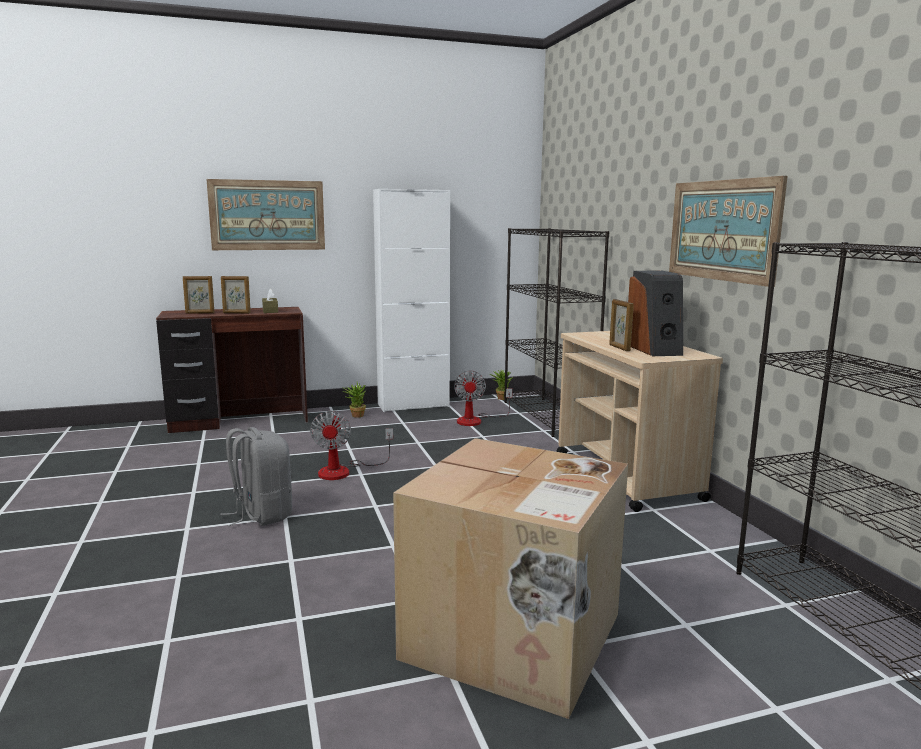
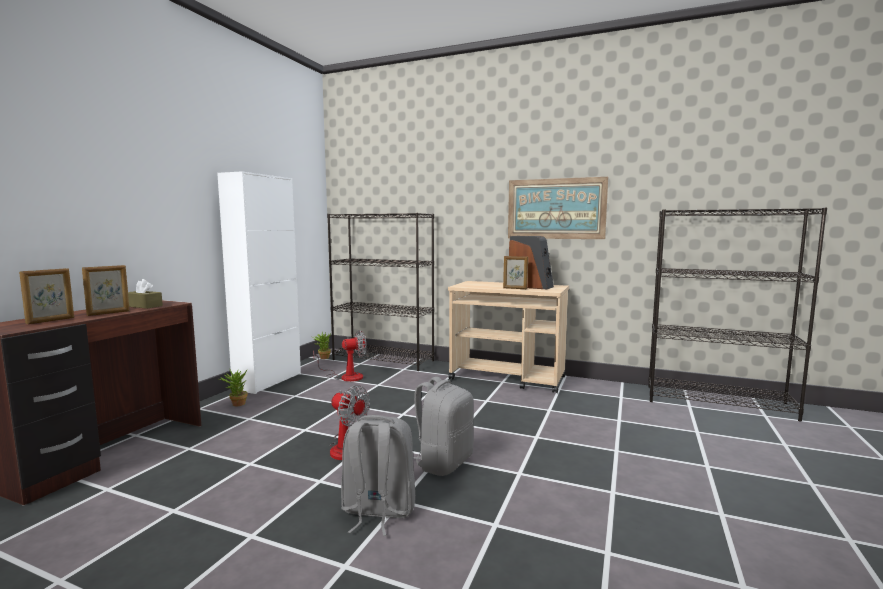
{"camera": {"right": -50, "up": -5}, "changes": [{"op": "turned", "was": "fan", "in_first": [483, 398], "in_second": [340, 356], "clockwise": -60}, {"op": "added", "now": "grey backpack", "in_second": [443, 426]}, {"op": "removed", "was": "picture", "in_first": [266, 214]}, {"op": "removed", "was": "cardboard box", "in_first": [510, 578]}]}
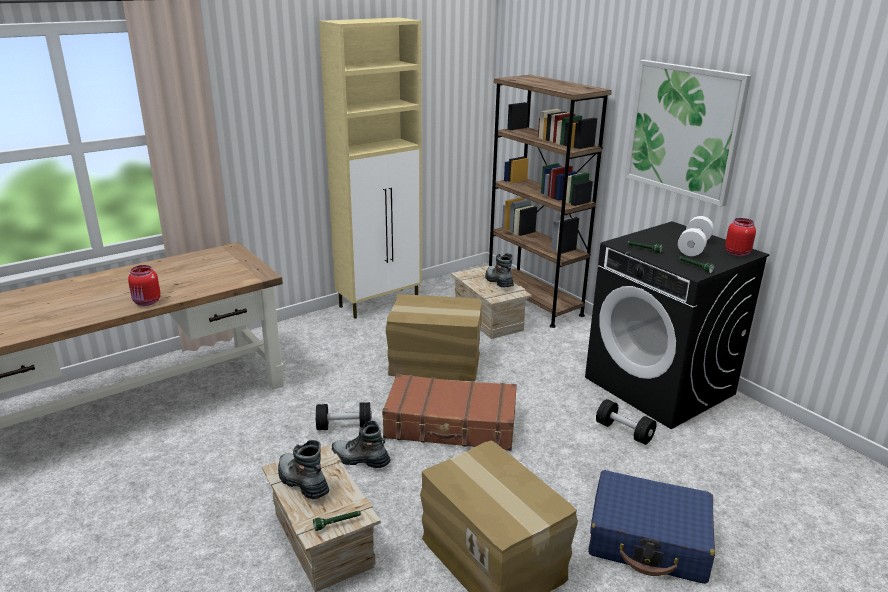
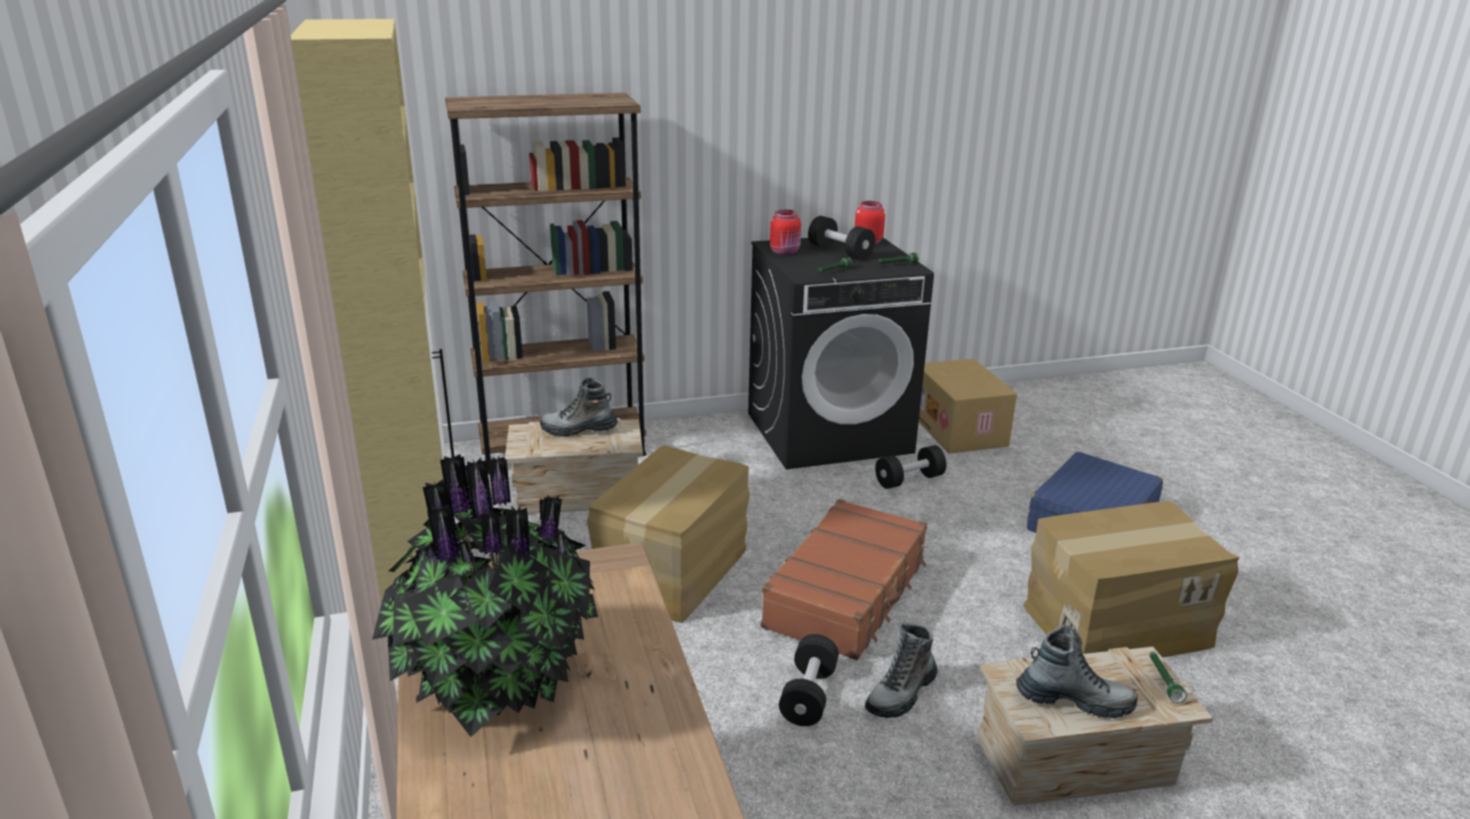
{"camera": {"right": -70, "up": 0}, "changes": [{"op": "added", "now": "potted plant", "in_second": [485, 595]}, {"op": "moved", "was": "red jar", "in_first": [144, 285], "in_second": [785, 232]}, {"op": "recoloured", "was": "white dumbbell", "now": "black dumbbell", "in_first": [696, 236], "in_second": [841, 238]}, {"op": "added", "now": "cardboard box", "in_second": [968, 406]}, {"op": "turned", "was": "boot", "in_first": [303, 469], "in_second": [1077, 671], "clockwise": -150}, {"op": "removed", "was": "picture", "in_first": [688, 133]}]}
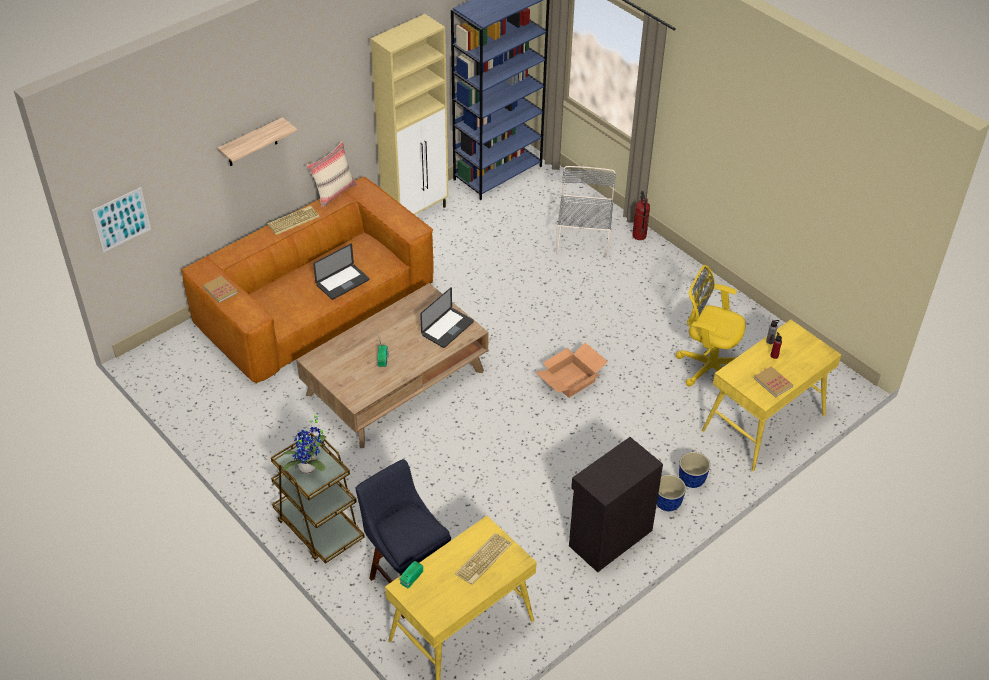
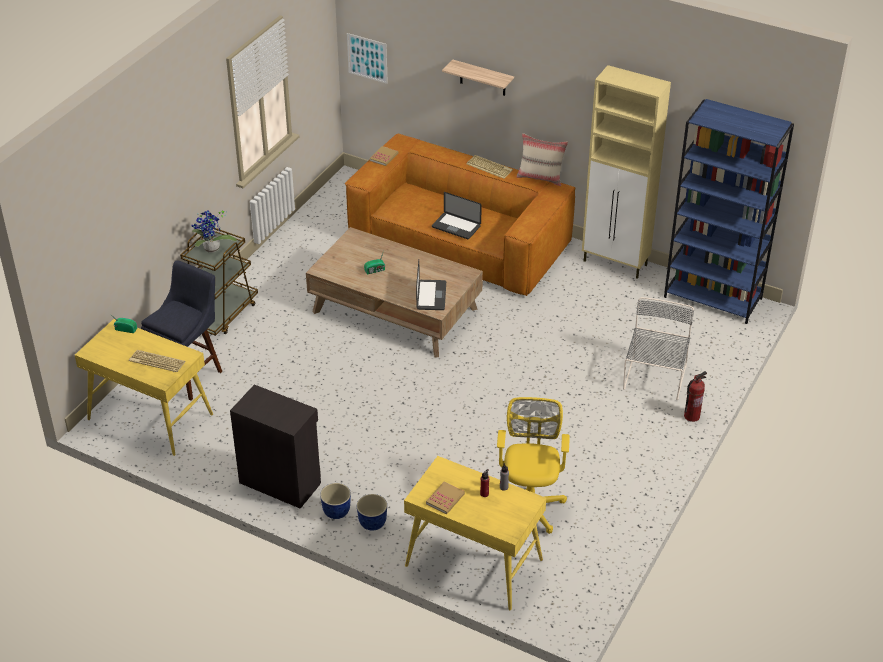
{"camera": {"right": 70, "up": -5}, "changes": [{"op": "turned", "was": "laptop", "in_first": [447, 317], "in_second": [431, 285], "clockwise": -105}, {"op": "turned", "was": "grey chair", "in_first": [586, 212], "in_second": [658, 348], "clockwise": -60}, {"op": "removed", "was": "cardboard box", "in_first": [571, 370]}]}
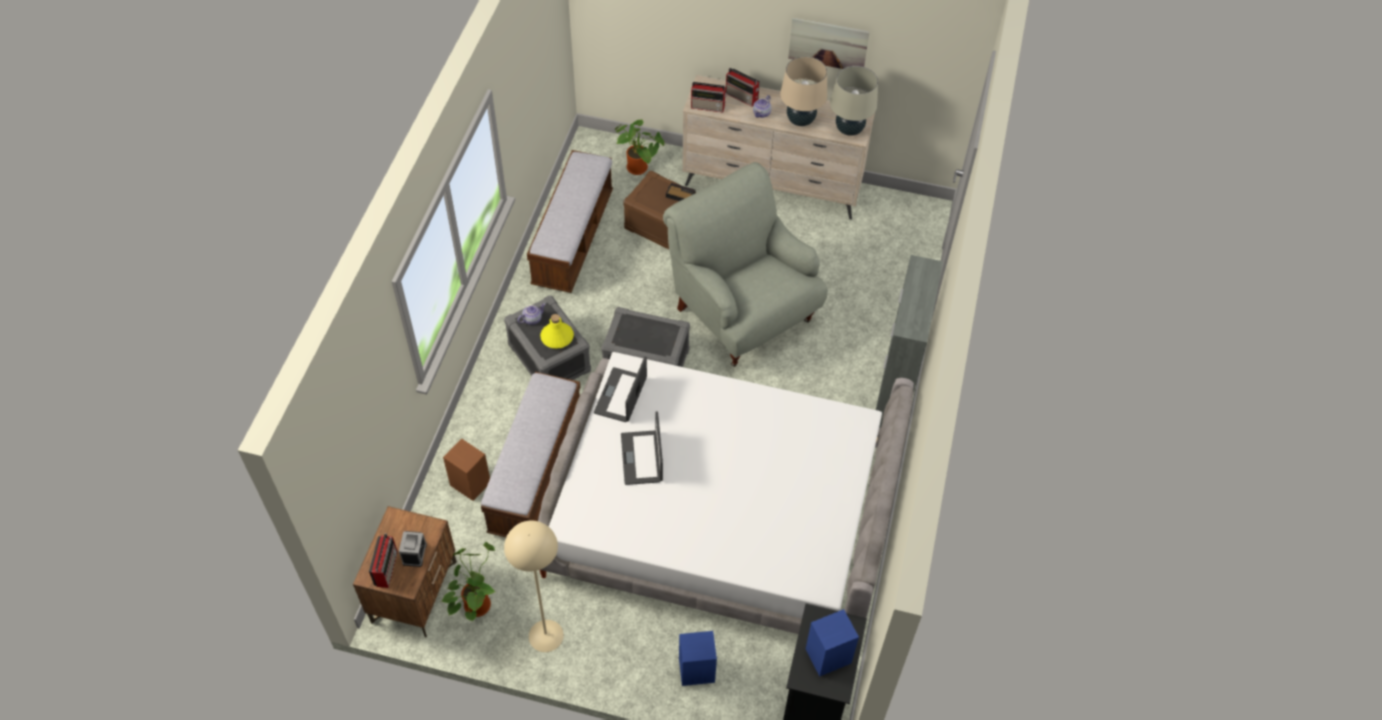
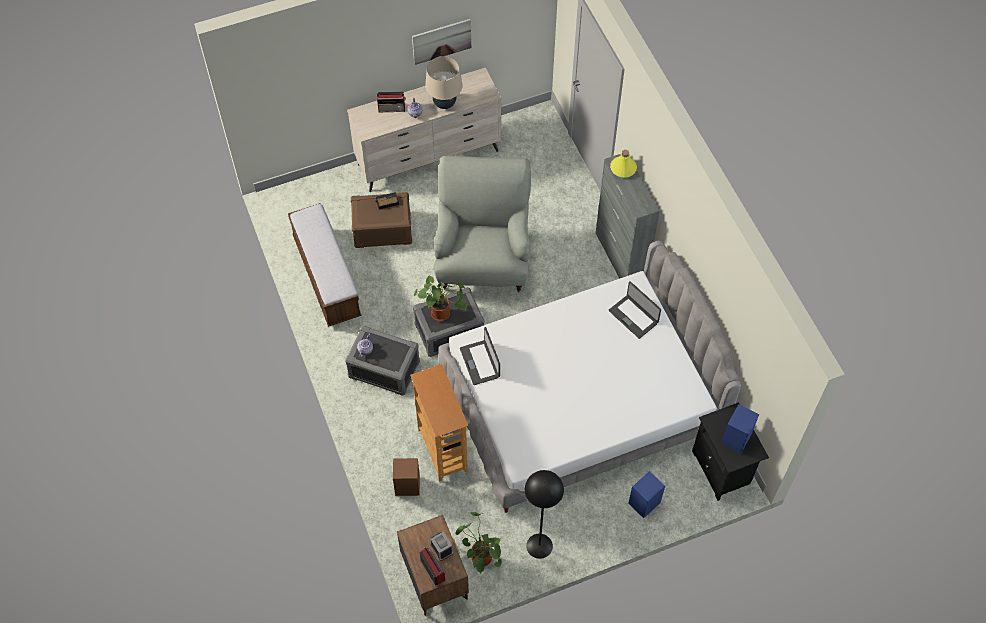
{"camera": {"right": -35, "up": 5}, "changes": [{"op": "replaced", "was": "bench", "now": "bookcase", "in_first": [530, 454], "in_second": [439, 423]}, {"op": "moved", "was": "potted plant", "in_first": [639, 147], "in_second": [440, 298]}, {"op": "turned", "was": "grey armchair", "in_first": [745, 264], "in_second": [482, 224], "clockwise": 75}, {"op": "recoloured", "was": "beige floor lamp", "now": "black floor lamp", "in_first": [534, 586], "in_second": [544, 514]}, {"op": "moved", "was": "laptop", "in_first": [642, 448], "in_second": [634, 310]}, {"op": "moved", "was": "yellow bottle", "in_first": [557, 331], "in_second": [623, 164]}, {"op": "removed", "was": "radio", "in_first": [709, 97]}, {"op": "removed", "was": "beige table lamp", "in_first": [854, 101]}]}
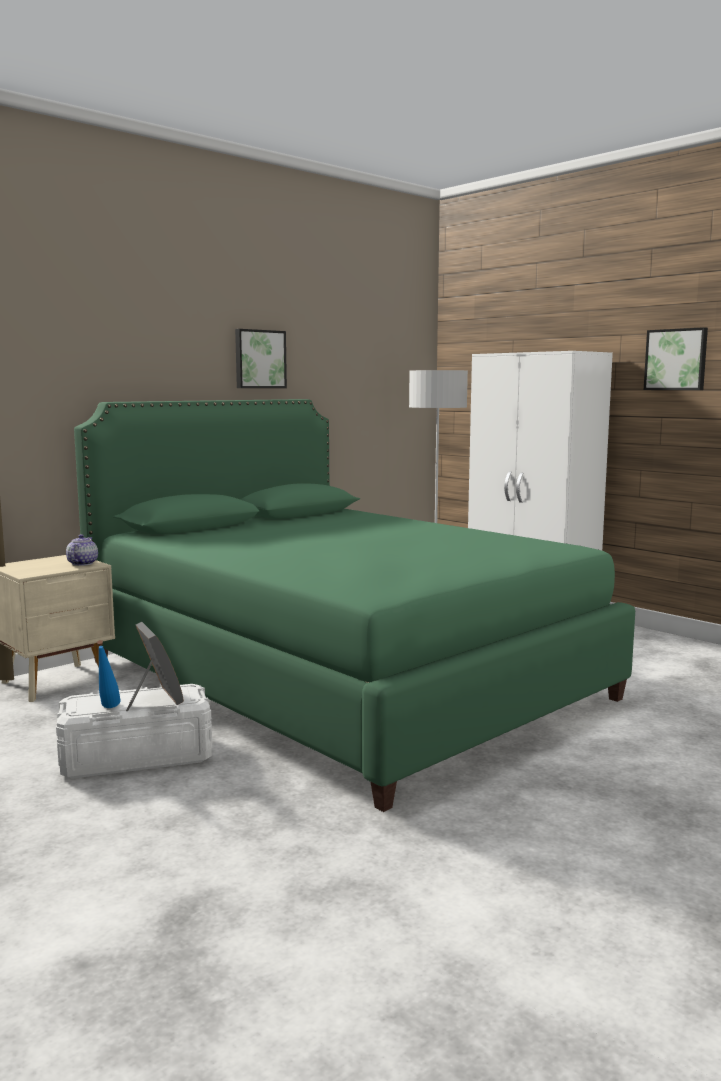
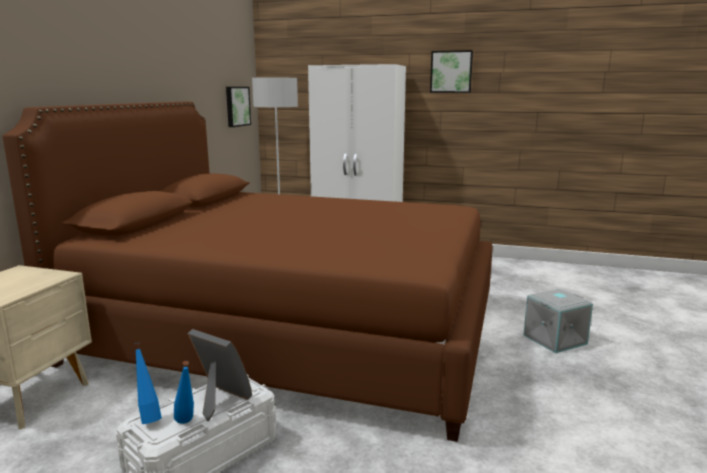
{"camera": {"right": -30, "up": 5}, "changes": [{"op": "recoloured", "was": "green bed", "now": "brown bed", "in_first": [354, 605], "in_second": [248, 272]}, {"op": "added", "now": "blue bottle", "in_second": [148, 383]}, {"op": "moved", "was": "picture", "in_first": [261, 358], "in_second": [238, 107]}, {"op": "added", "now": "grey storage box", "in_second": [558, 321]}, {"op": "removed", "was": "teapot", "in_first": [82, 550]}]}
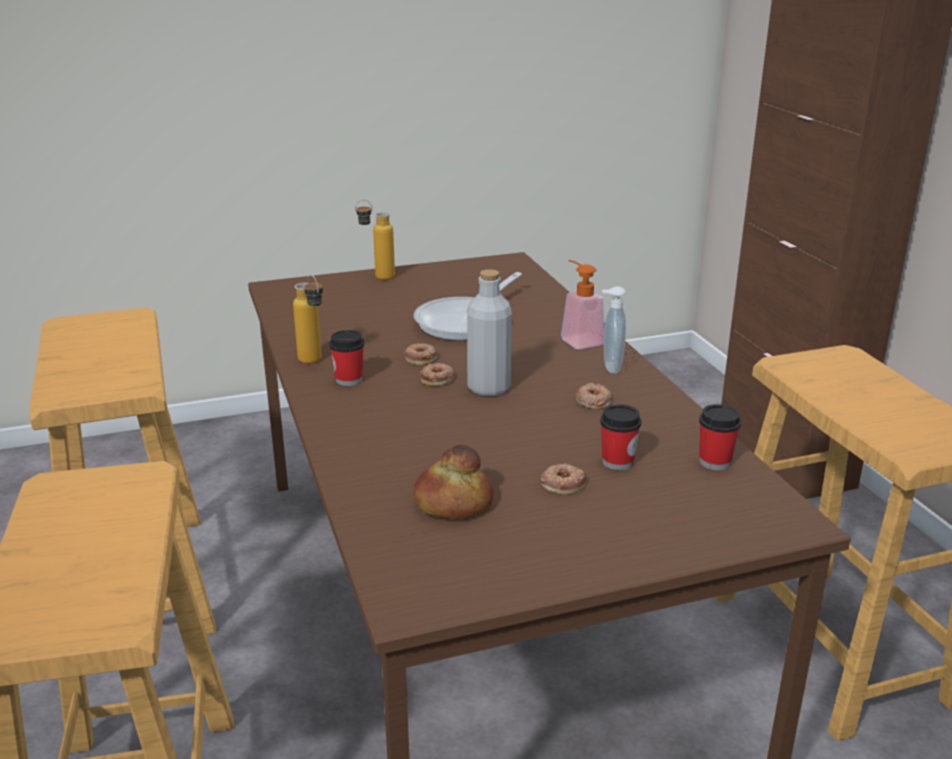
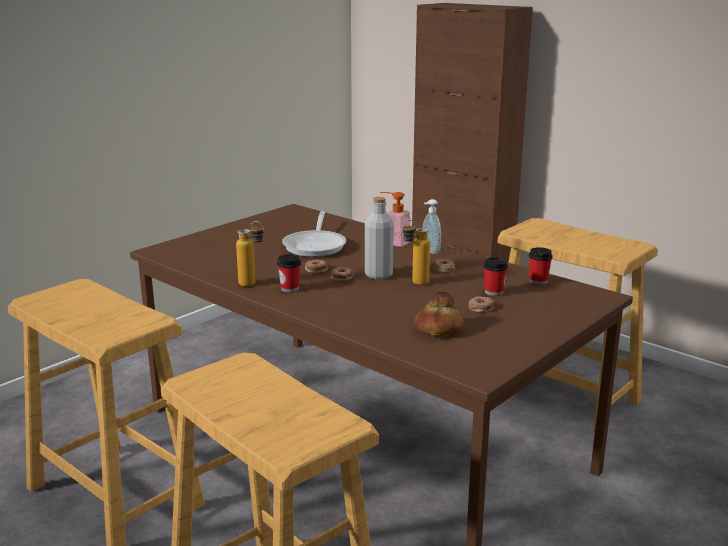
{"camera": {"right": -30, "up": -5}, "changes": [{"op": "moved", "was": "bottle", "in_first": [375, 240], "in_second": [416, 252]}]}
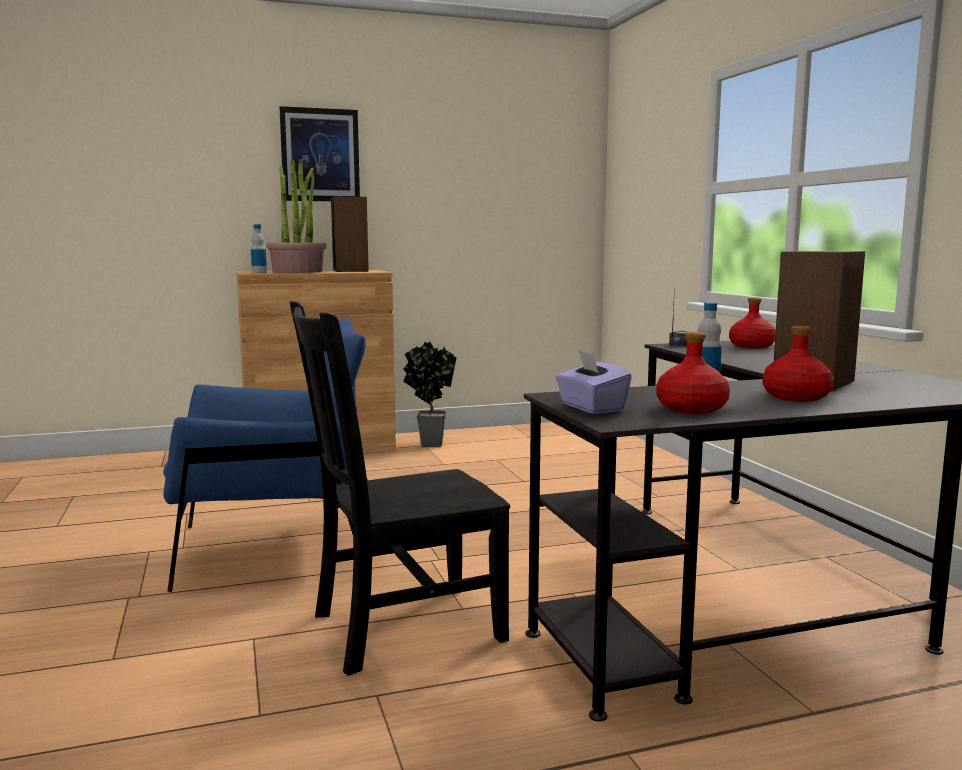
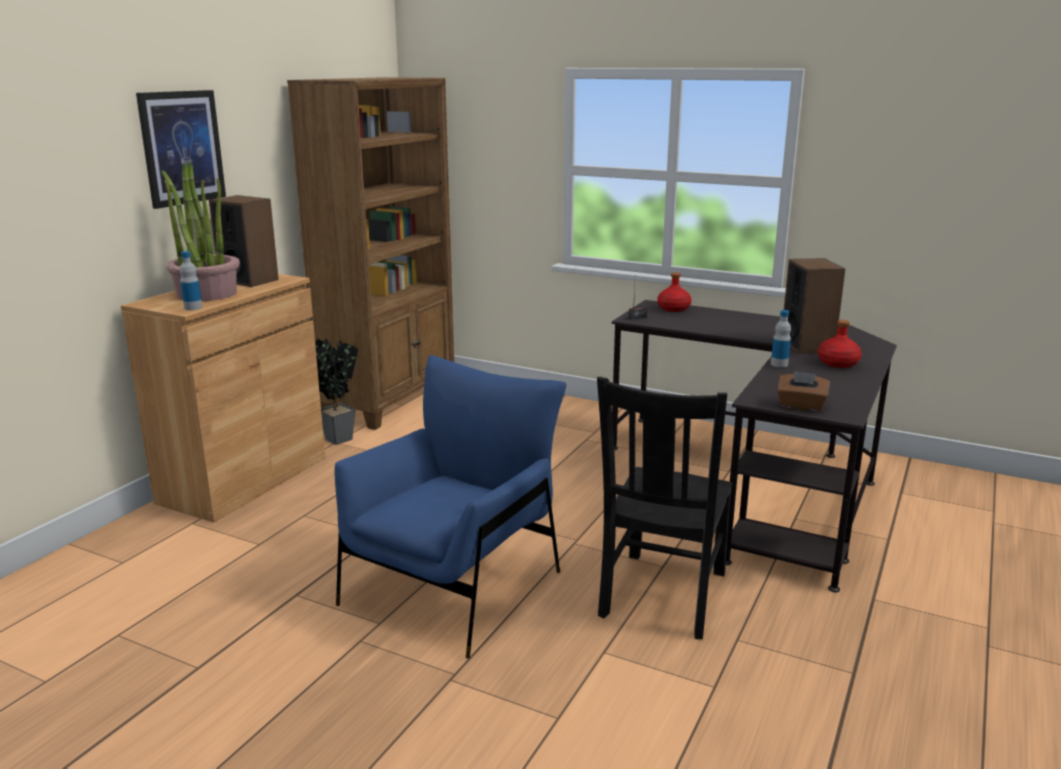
{"camera": {"right": -45, "up": 10}, "changes": [{"op": "added", "now": "brown bookcase", "in_second": [370, 253]}, {"op": "recoloured", "was": "purple tissue box", "now": "brown tissue box", "in_first": [593, 382], "in_second": [803, 391]}, {"op": "removed", "was": "red bottle", "in_first": [693, 373]}]}
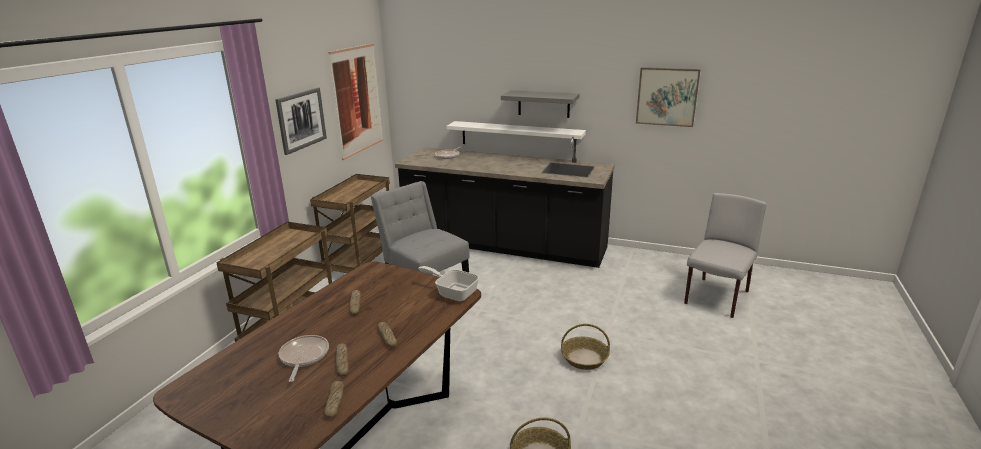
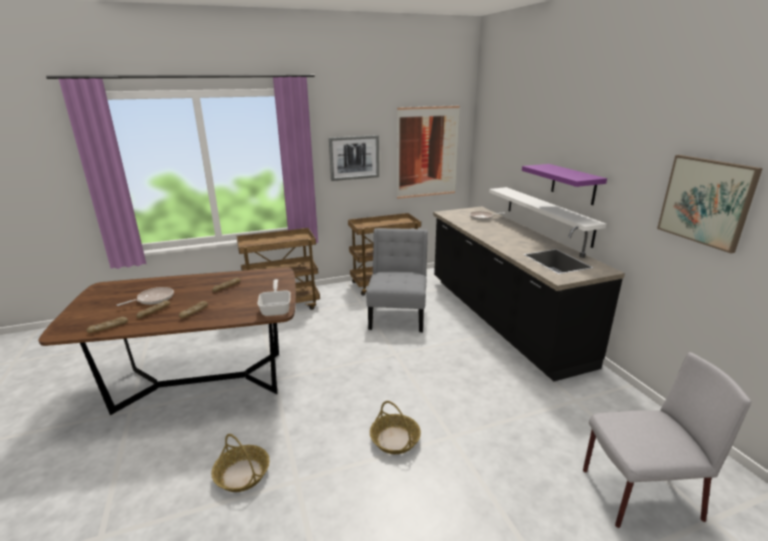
{"camera": {"right": 50, "up": 0}, "changes": [{"op": "recoloured", "was": "grey shelf", "now": "purple shelf", "in_first": [540, 104], "in_second": [564, 184]}]}
